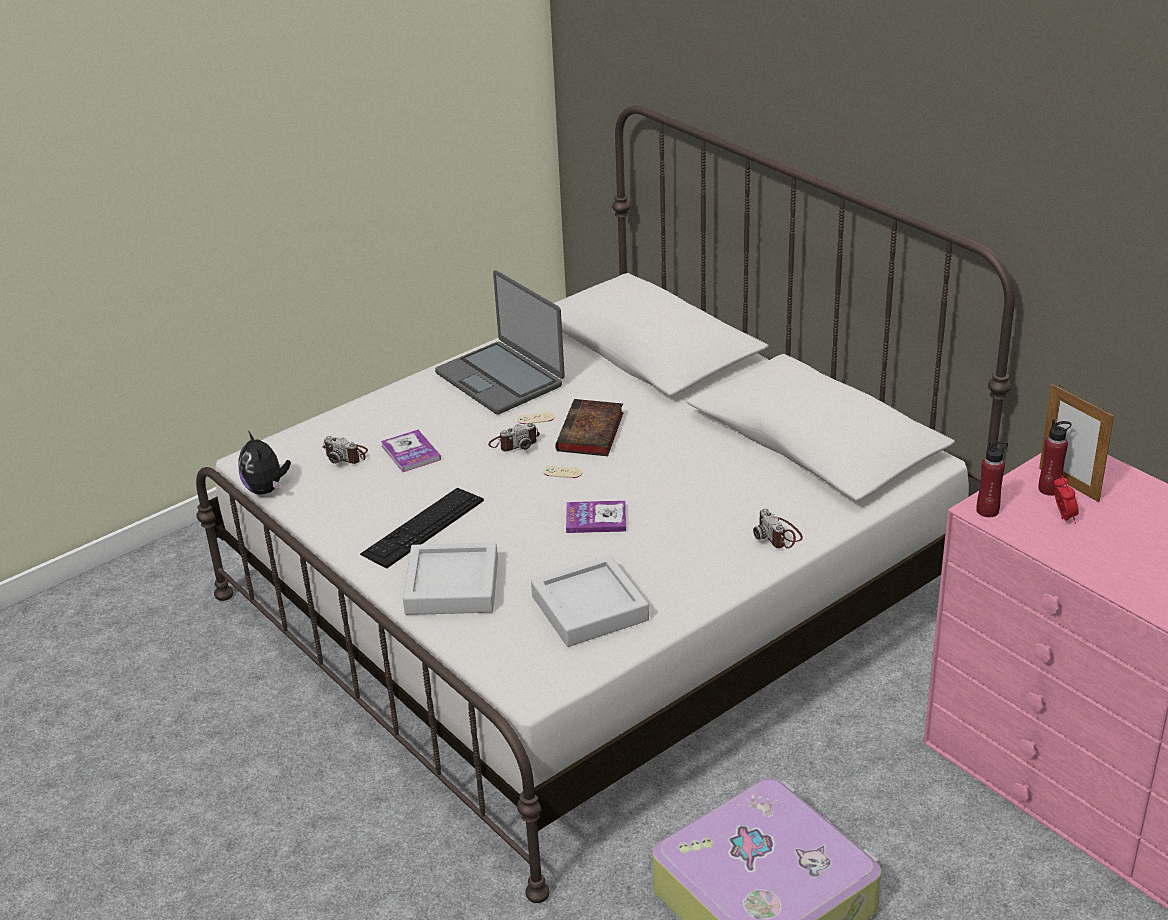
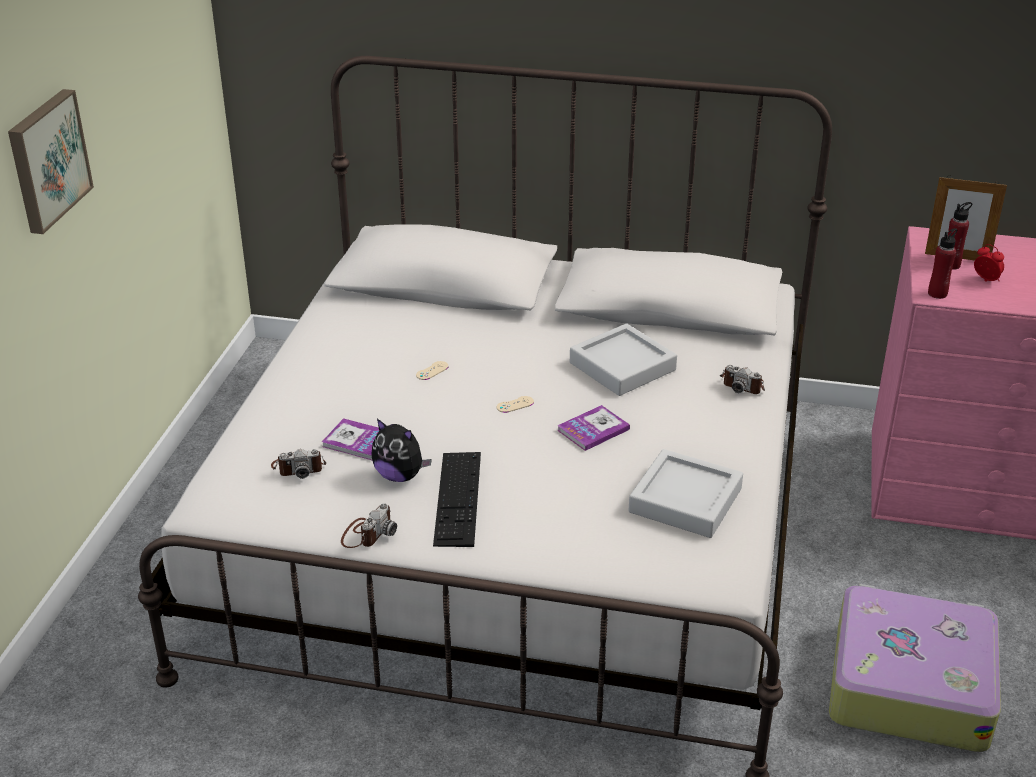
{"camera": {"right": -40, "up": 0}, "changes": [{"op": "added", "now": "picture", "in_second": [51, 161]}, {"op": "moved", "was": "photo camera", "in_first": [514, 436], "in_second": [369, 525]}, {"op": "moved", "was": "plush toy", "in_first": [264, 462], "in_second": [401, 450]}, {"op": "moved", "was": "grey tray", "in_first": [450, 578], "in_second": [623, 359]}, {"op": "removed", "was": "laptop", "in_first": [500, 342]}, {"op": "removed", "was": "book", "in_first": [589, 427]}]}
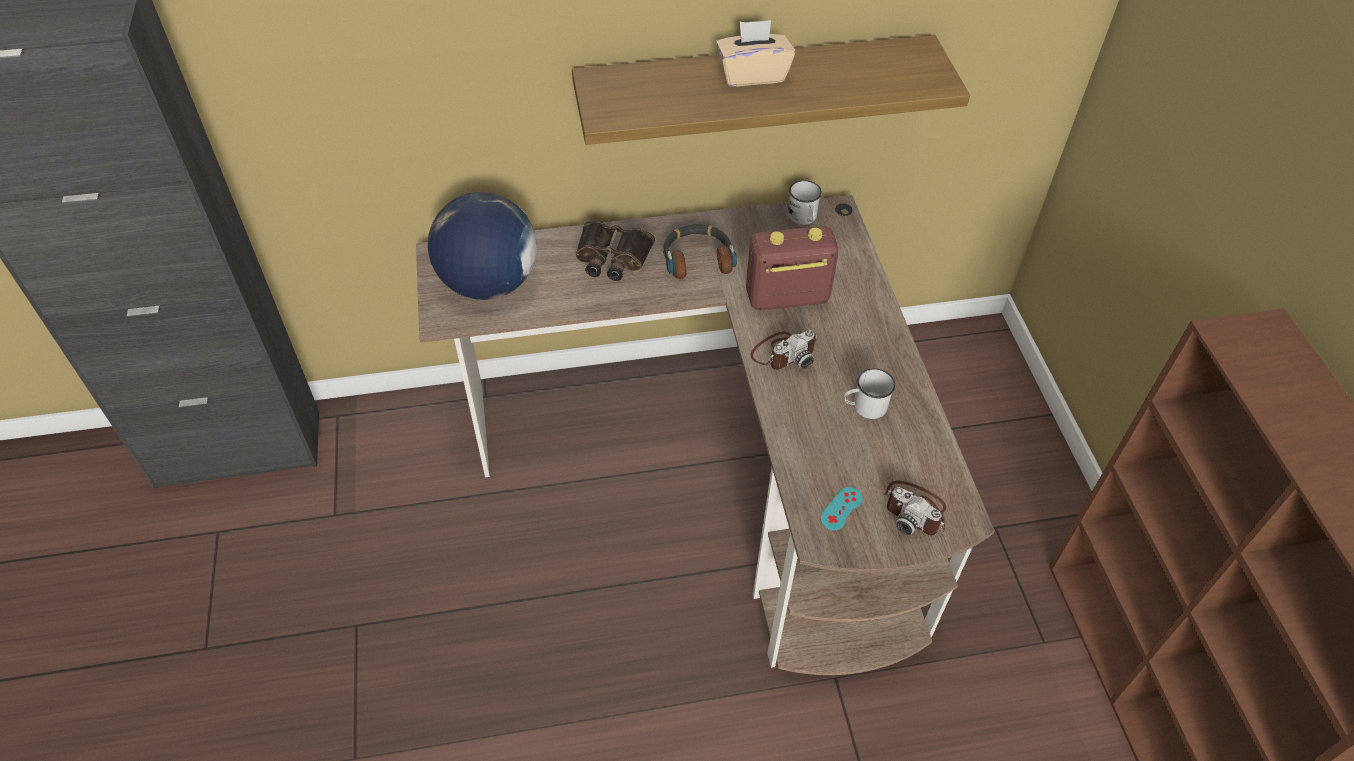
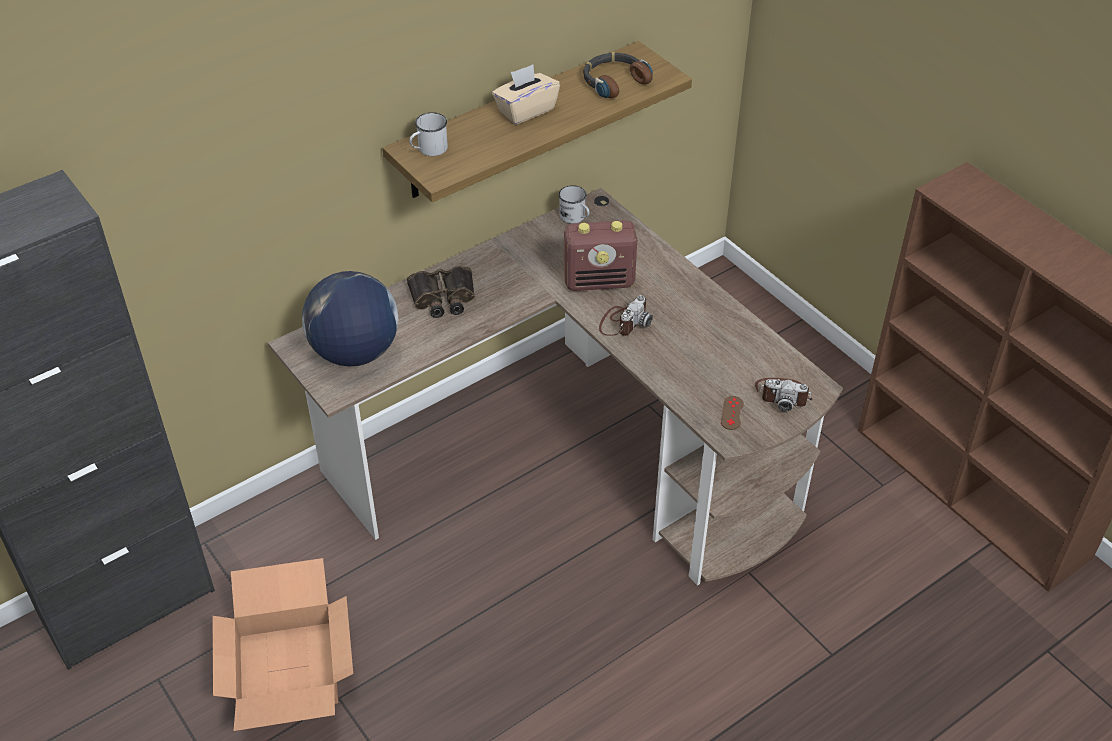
{"camera": {"right": -25, "up": -5}, "changes": [{"op": "added", "now": "cardboard box", "in_second": [283, 644]}, {"op": "moved", "was": "white mug", "in_first": [869, 393], "in_second": [428, 134]}, {"op": "turned", "was": "radio", "in_first": [792, 268], "in_second": [600, 255], "clockwise": -150}, {"op": "moved", "was": "headphones", "in_first": [700, 252], "in_second": [618, 75]}, {"op": "recoloured", "was": "turquoise game controller", "now": "brown game controller", "in_first": [841, 508], "in_second": [732, 413]}]}
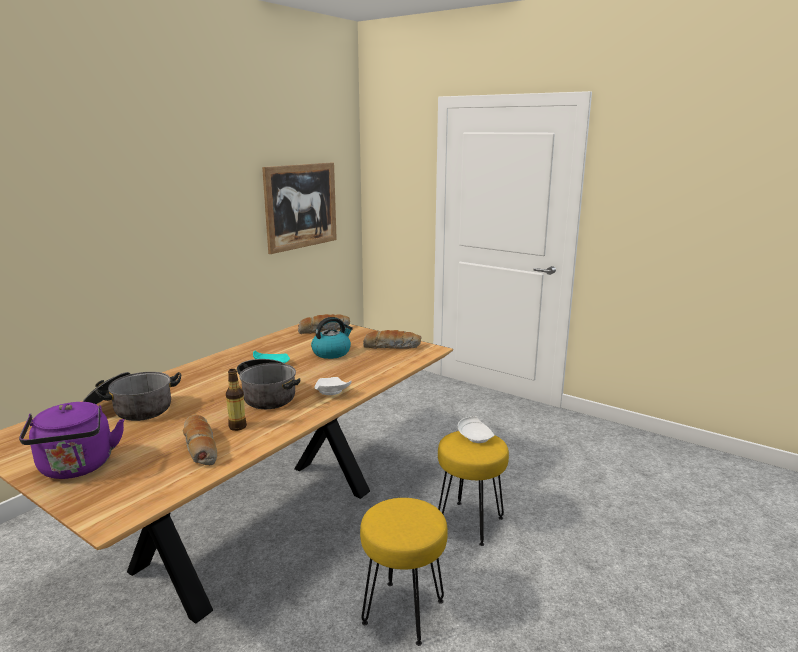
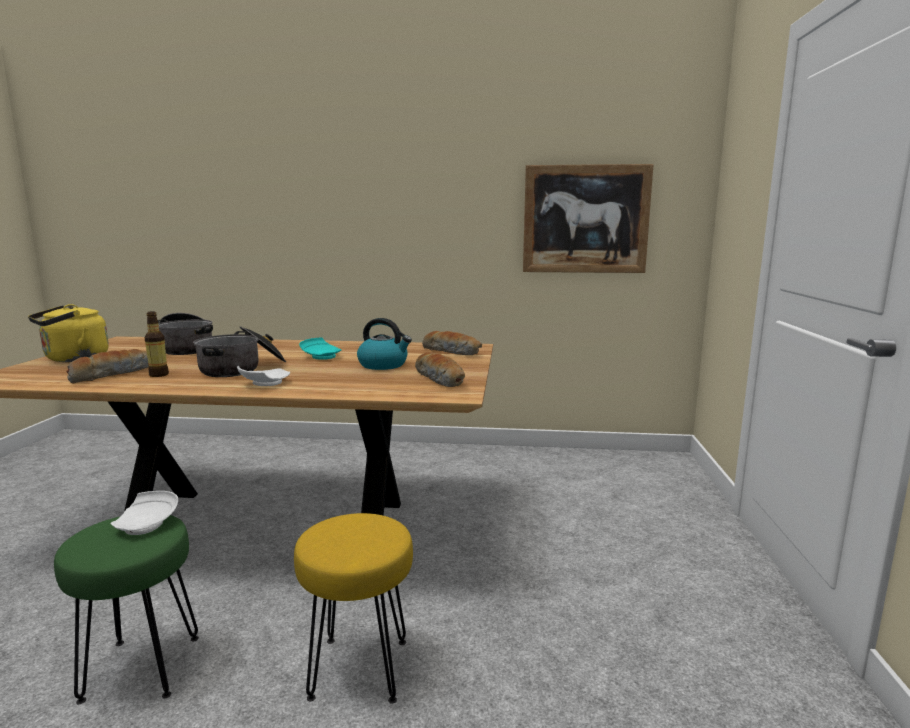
{"camera": {"right": 60, "up": -5}, "changes": [{"op": "recoloured", "was": "purple kettle", "now": "yellow kettle", "in_first": [71, 440], "in_second": [68, 333]}, {"op": "recoloured", "was": "yellow stool", "now": "green stool", "in_first": [404, 572], "in_second": [126, 609]}, {"op": "moved", "was": "white plate", "in_first": [476, 429], "in_second": [144, 513]}]}
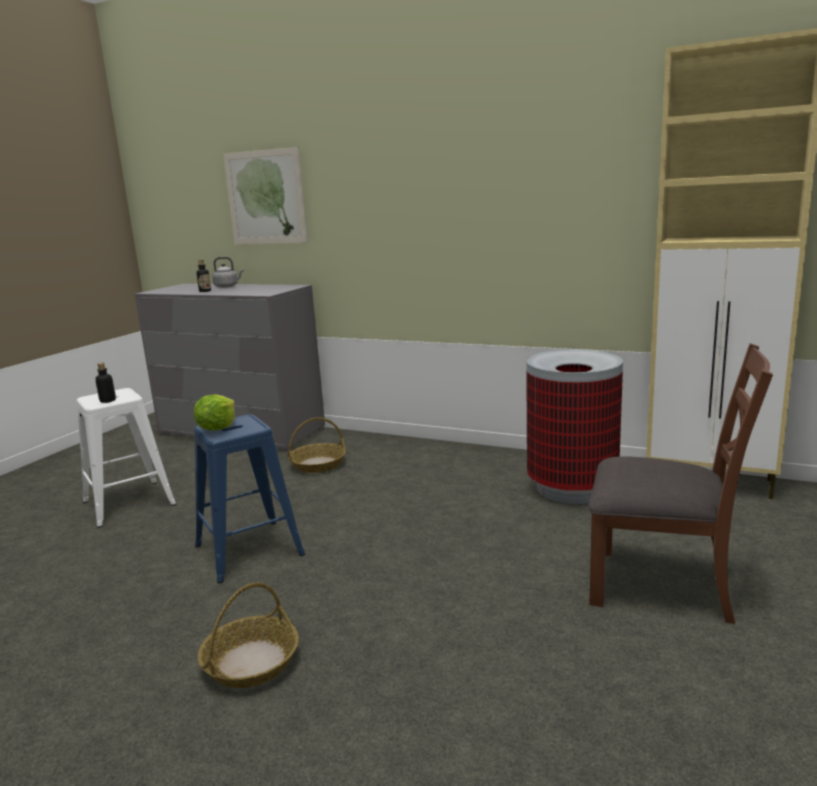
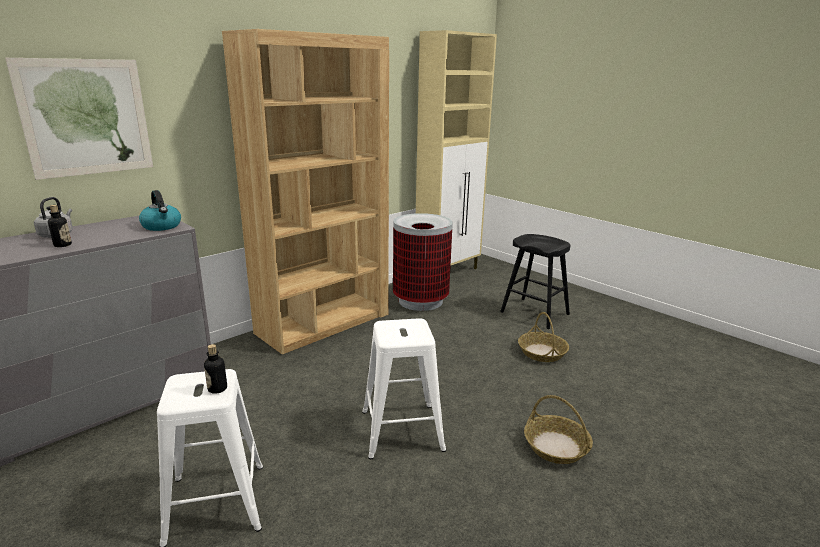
{"camera": {"right": -70, "up": 5}, "changes": [{"op": "added", "now": "kettle", "in_second": [160, 210]}, {"op": "added", "now": "brown bookcase", "in_second": [305, 191]}, {"op": "recoloured", "was": "blue stool", "now": "white stool", "in_first": [249, 499], "in_second": [404, 388]}, {"op": "replaced", "was": "brown chair", "now": "black stool", "in_first": [680, 483], "in_second": [535, 281]}, {"op": "moved", "was": "basket", "in_first": [317, 445], "in_second": [543, 337]}, {"op": "removed", "was": "lettuce", "in_first": [214, 412]}]}
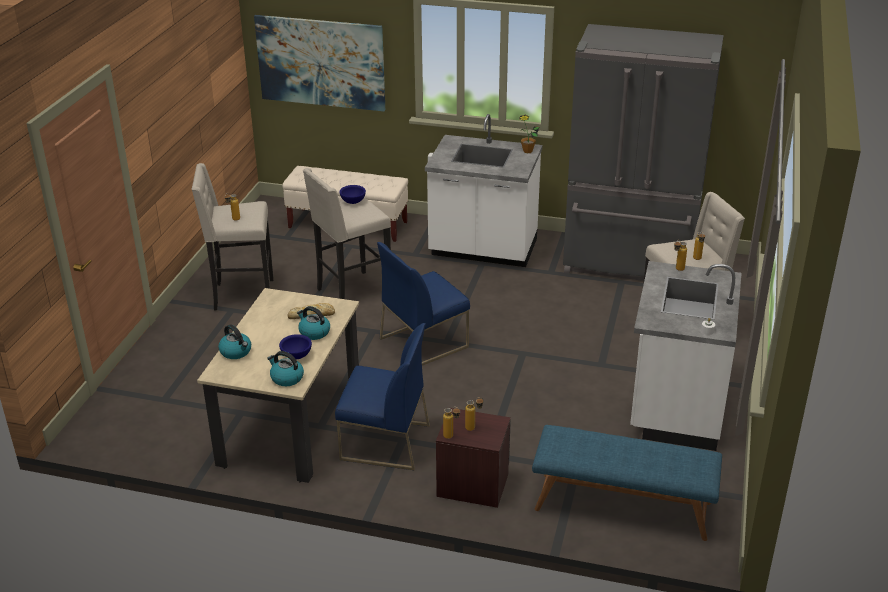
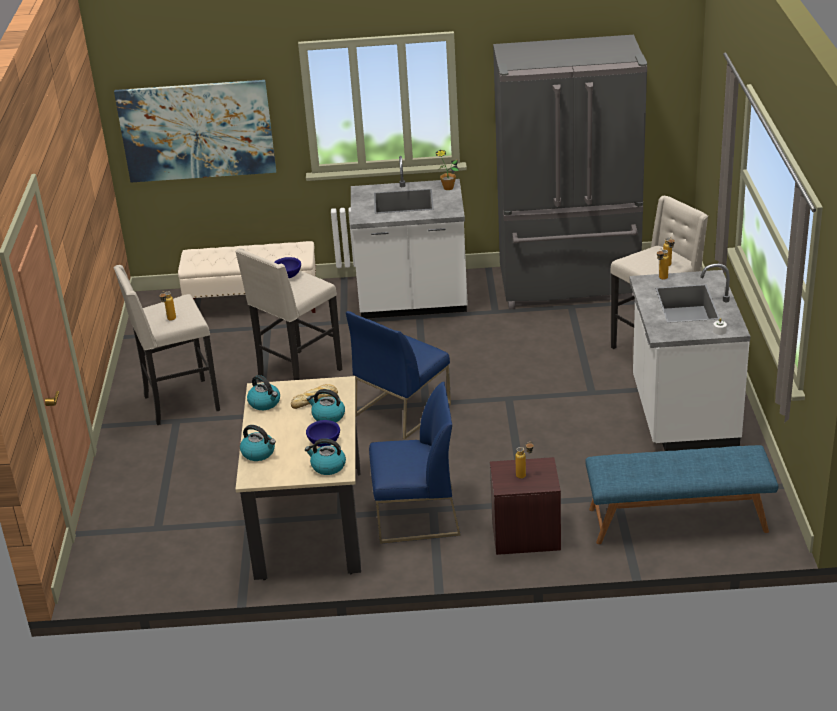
{"camera": {"right": -15, "up": 0}, "changes": [{"op": "added", "now": "kettle", "in_second": [263, 392]}, {"op": "removed", "was": "bottle", "in_first": [451, 423]}]}
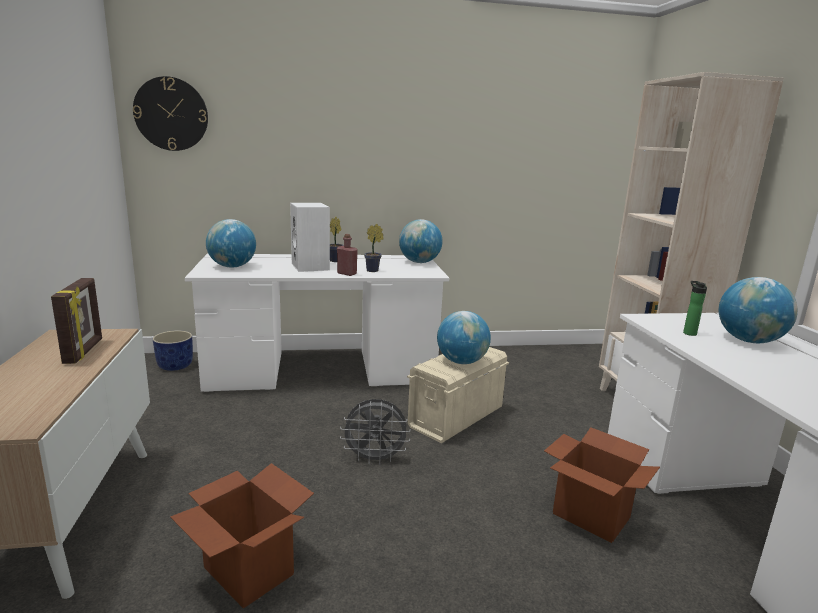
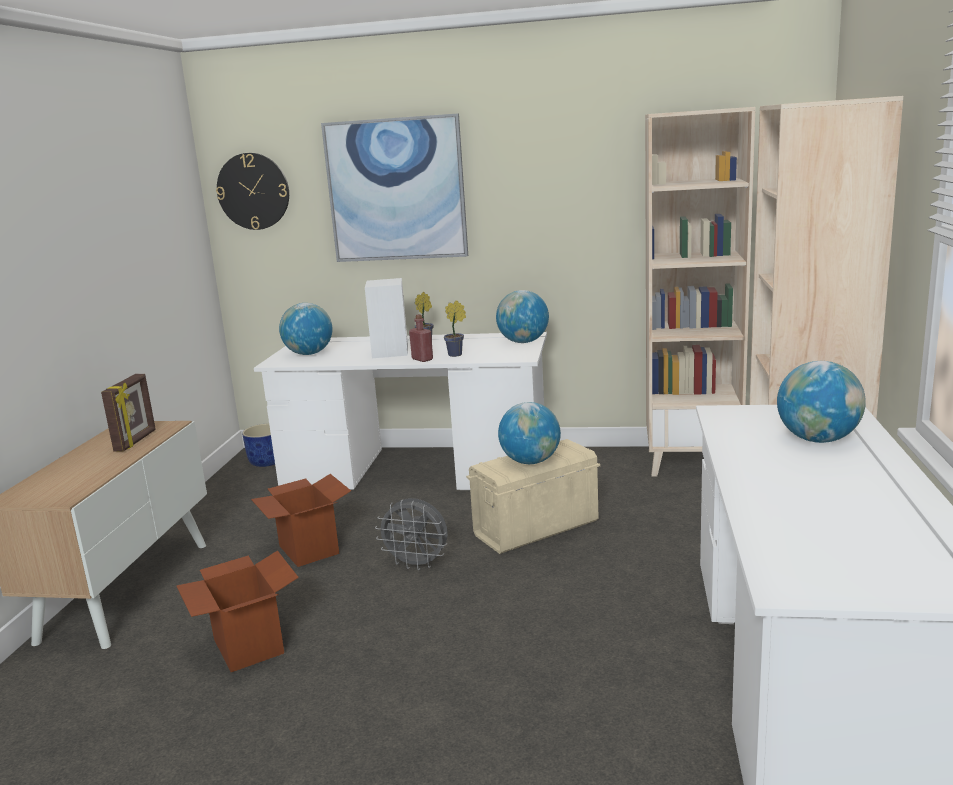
{"camera": {"right": 20, "up": 0}, "changes": [{"op": "moved", "was": "cardboard box", "in_first": [602, 485], "in_second": [301, 520]}, {"op": "added", "now": "picture", "in_second": [394, 187]}, {"op": "added", "now": "beige bookcase", "in_second": [700, 291]}, {"op": "removed", "was": "bottle", "in_first": [695, 308]}]}
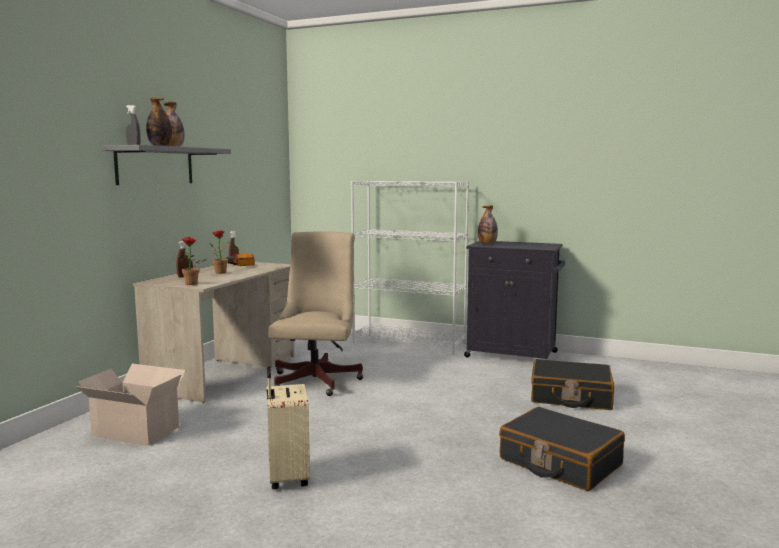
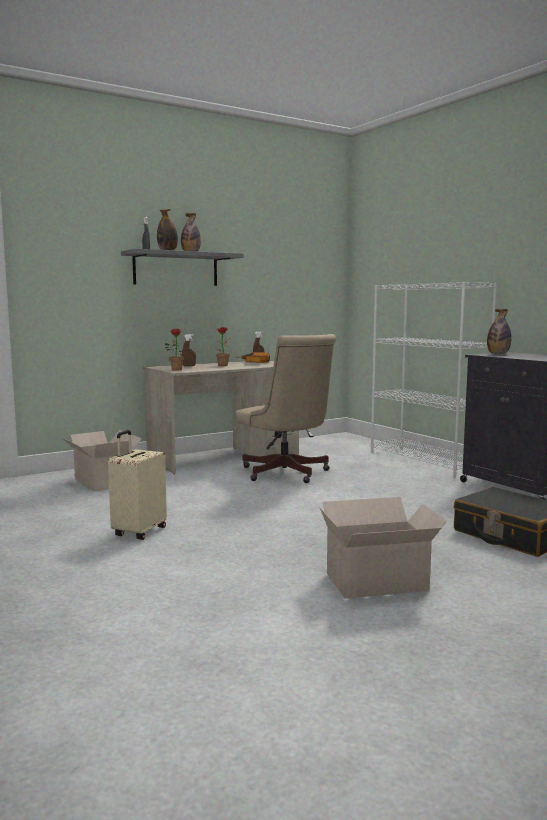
{"camera": {"right": 35, "up": 0}, "changes": [{"op": "turned", "was": "beige office chair", "in_first": [316, 314], "in_second": [285, 408], "clockwise": 105}, {"op": "replaced", "was": "black suitcase", "now": "cardboard box", "in_first": [562, 449], "in_second": [383, 548]}]}
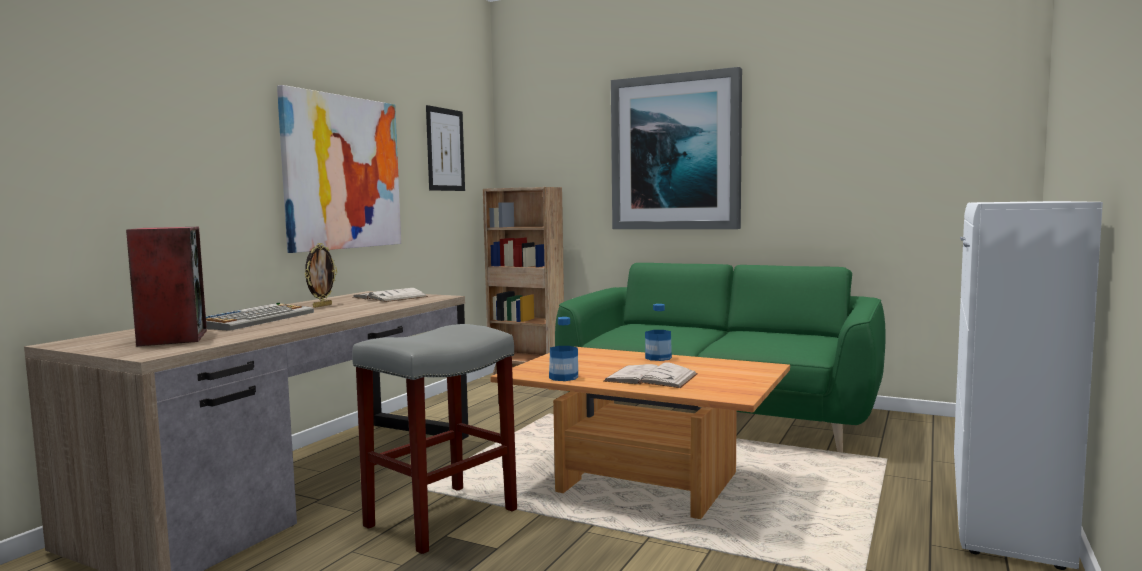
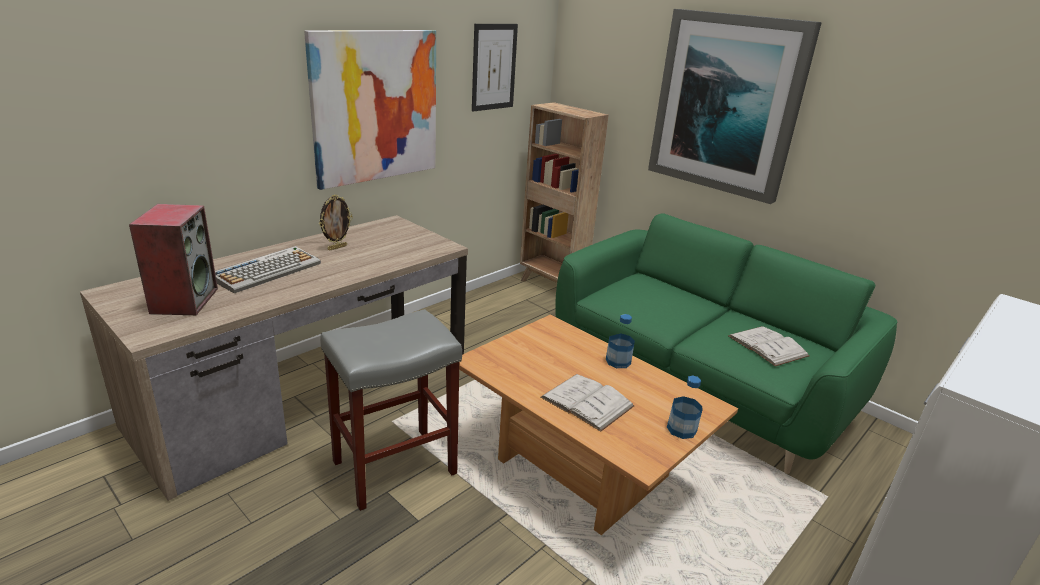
{"camera": {"right": 15, "up": 20}, "changes": [{"op": "moved", "was": "bottle", "in_first": [563, 349], "in_second": [685, 407]}, {"op": "moved", "was": "white book", "in_first": [390, 295], "in_second": [768, 346]}]}
